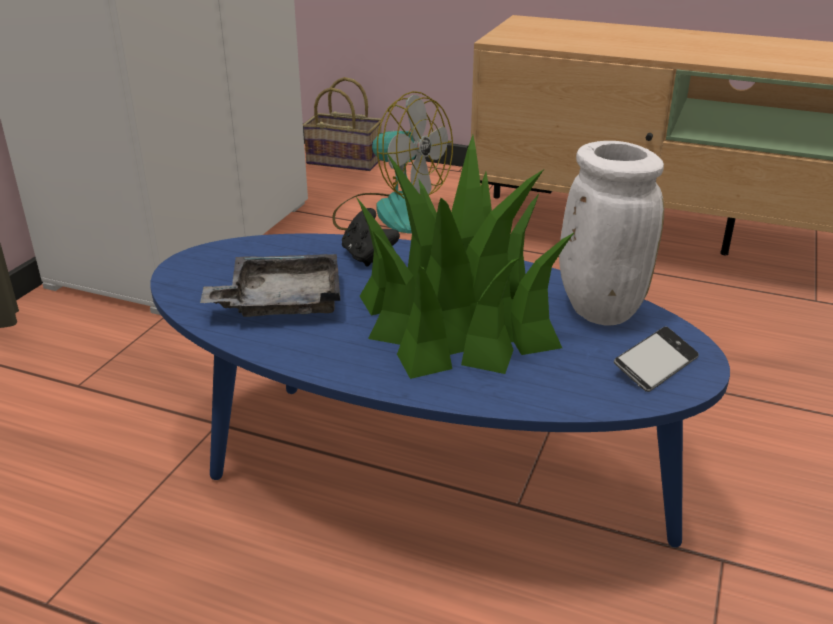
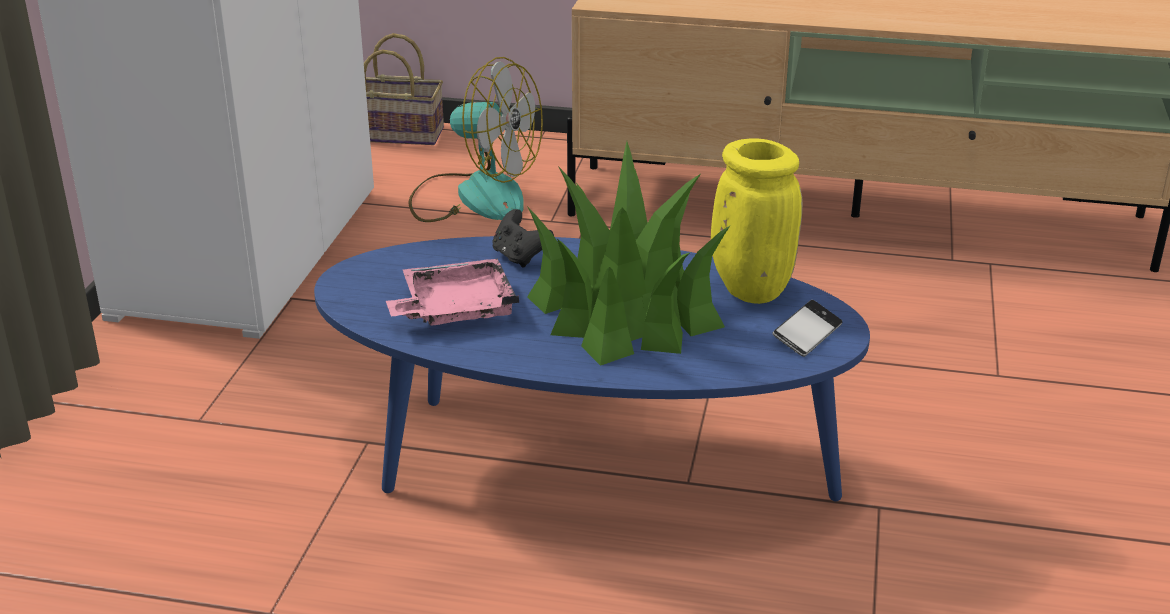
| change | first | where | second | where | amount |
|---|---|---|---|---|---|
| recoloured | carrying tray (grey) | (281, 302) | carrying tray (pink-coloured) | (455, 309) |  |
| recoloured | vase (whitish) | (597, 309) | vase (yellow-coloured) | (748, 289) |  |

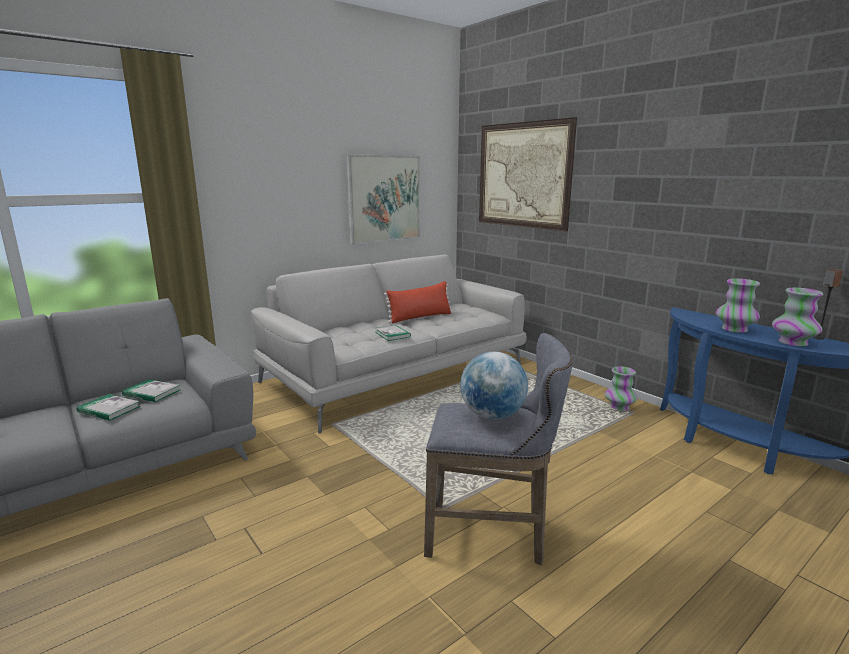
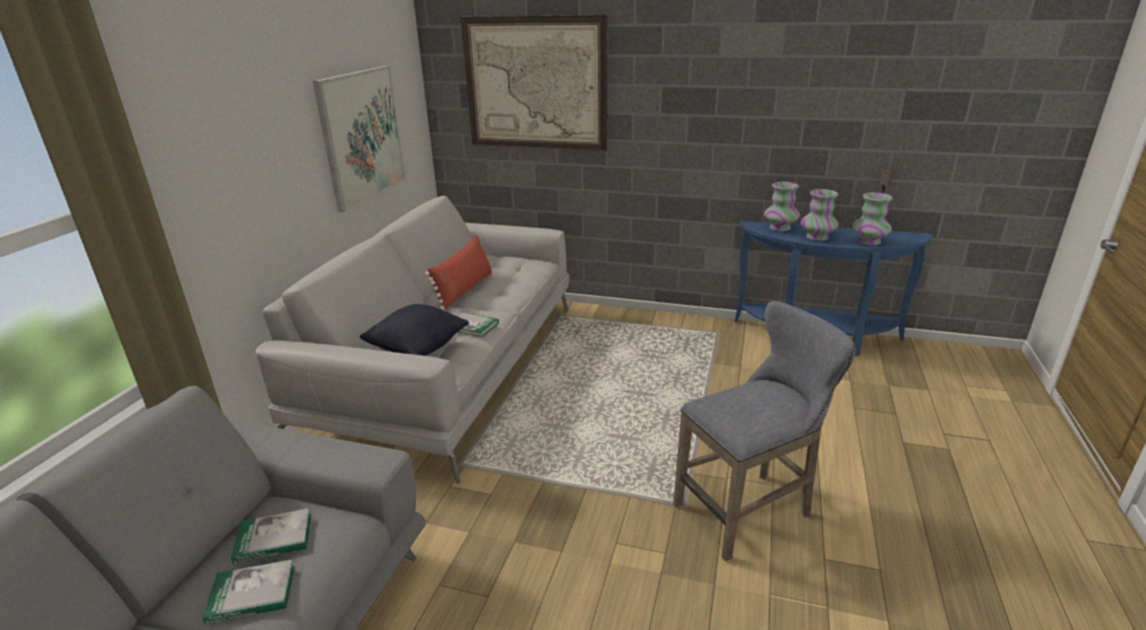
| change | first | where | second | where | amount |
|---|---|---|---|---|---|
| added |  |  | throw pillow (black-coloured) | (418, 348) |  |
| moved | vase | (619, 407) |  | (780, 228) |  |
| removed | globe | (492, 416) |  |  |  |

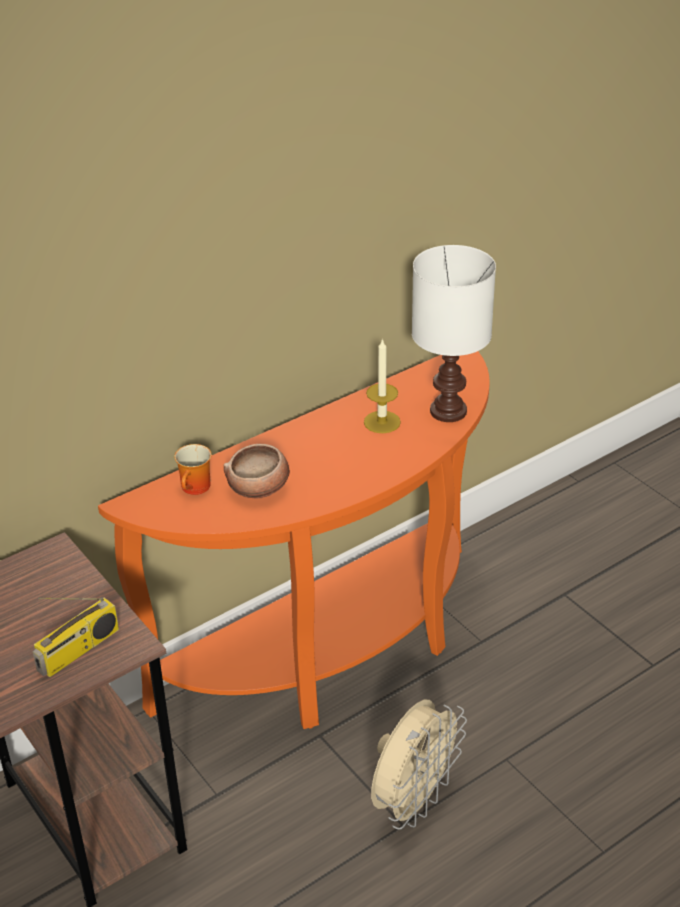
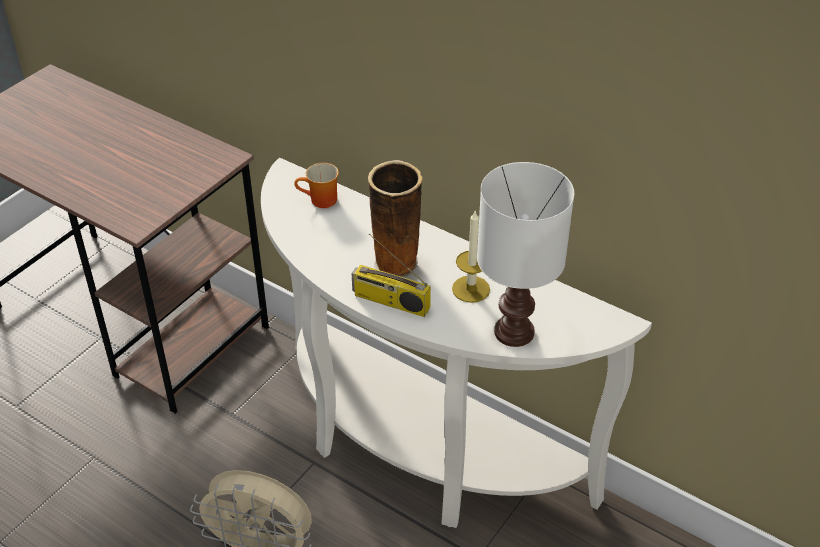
| change | first | where | second | where | amount |
|---|---|---|---|---|---|
| recoloured | hall table (orange) | (338, 653) | hall table (whitish) | (415, 448) |  |
| moved | radio receiver | (78, 651) |  | (390, 302) |  |
| added |  |  | vase | (396, 265) |  |
| removed | serving bowl | (259, 488) |  |  |  |

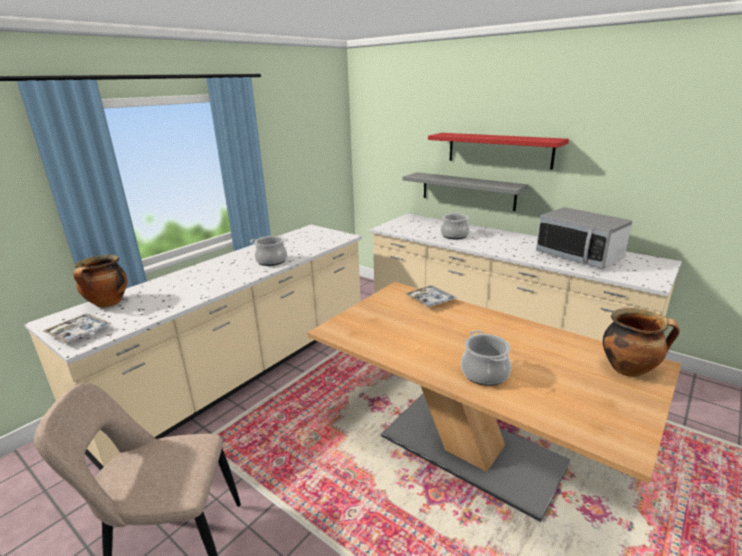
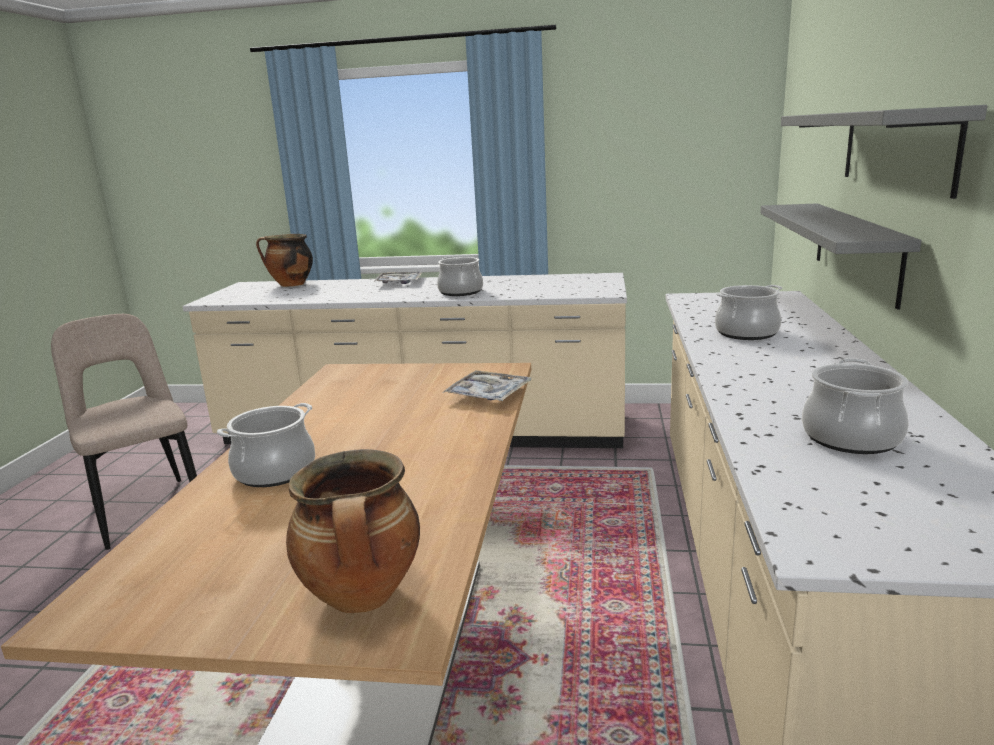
| change | first | where | second | where | amount |
|---|---|---|---|---|---|
| moved | carrying tray | (79, 333) |  | (399, 283) |  |
| recoloured | bracket shelf (red-coloured) | (499, 150) | bracket shelf (grey) | (896, 148) |  |
| replaced | kitchen microwave | (579, 256) | saucepot | (852, 438) |  |

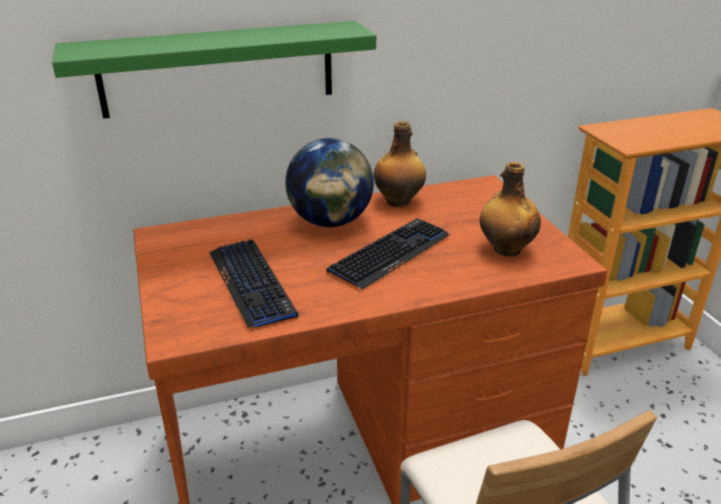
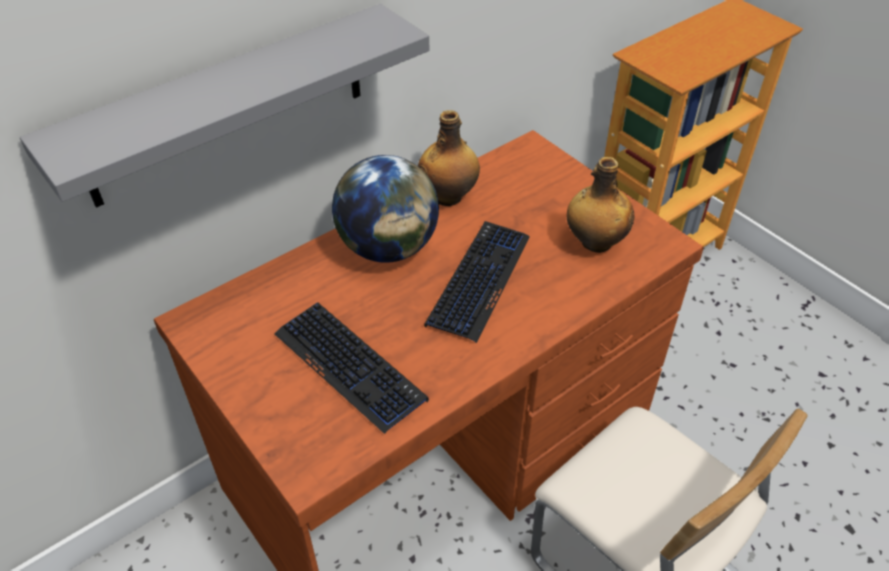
| change | first | where | second | where | amount |
|---|---|---|---|---|---|
| recoloured | bracket shelf (green-coloured) | (218, 69) | bracket shelf (grey) | (228, 106) |  |

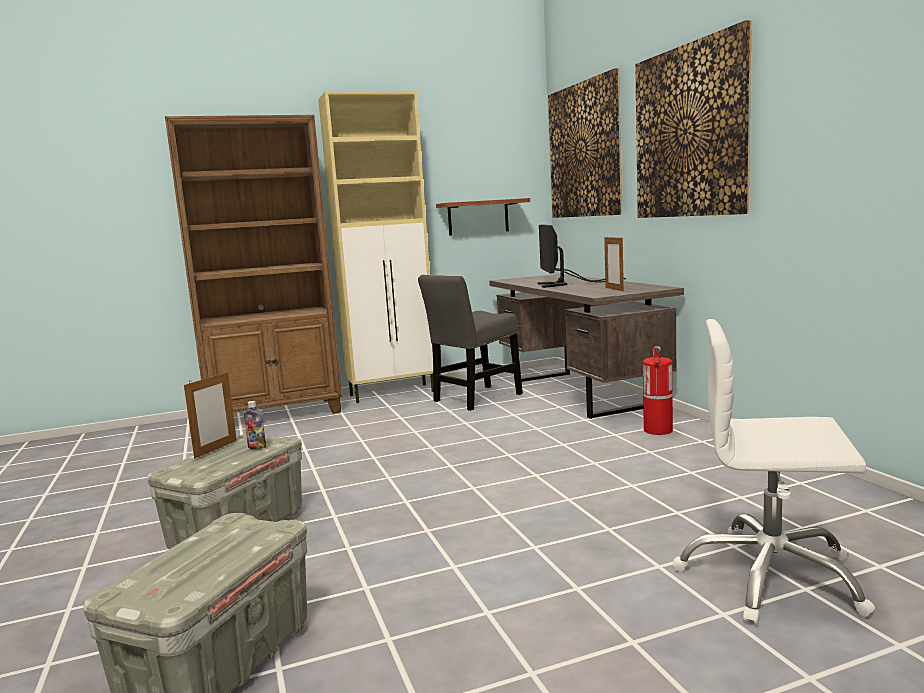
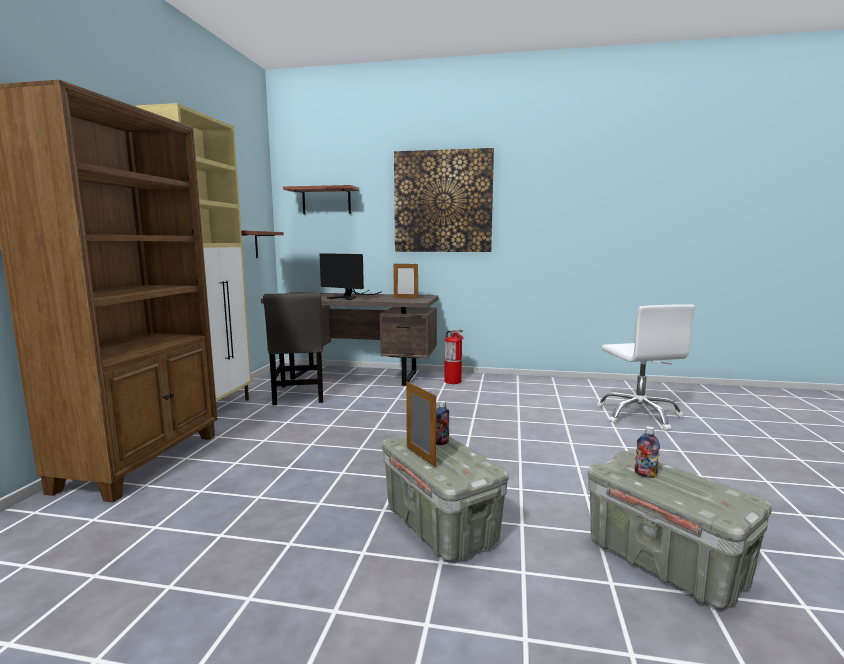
| change | first | where | second | where | amount |
|---|---|---|---|---|---|
| replaced | wall picture | (584, 150) | bracket shelf | (326, 201) |  |
| turned | office chair (whitish) | (770, 578) |  | (639, 415) | 60 degrees counterclockwise |
| added |  |  | beverage bottle | (645, 474) |  |

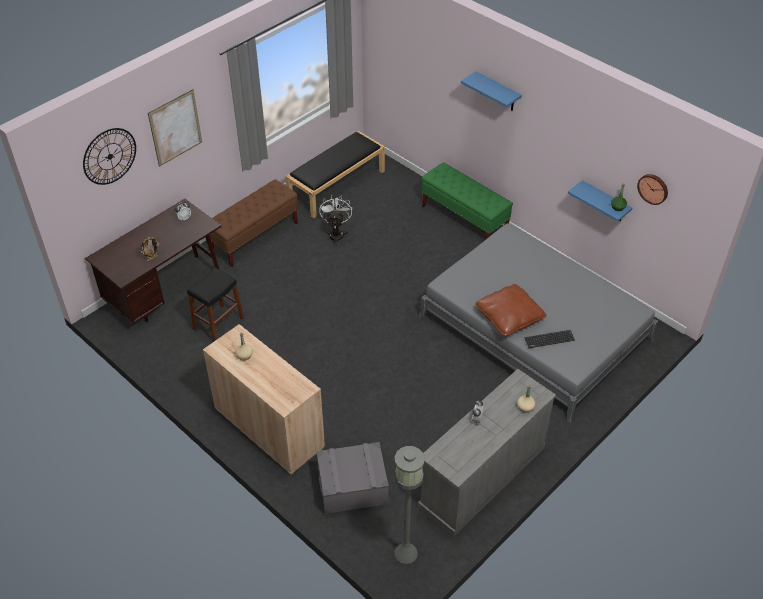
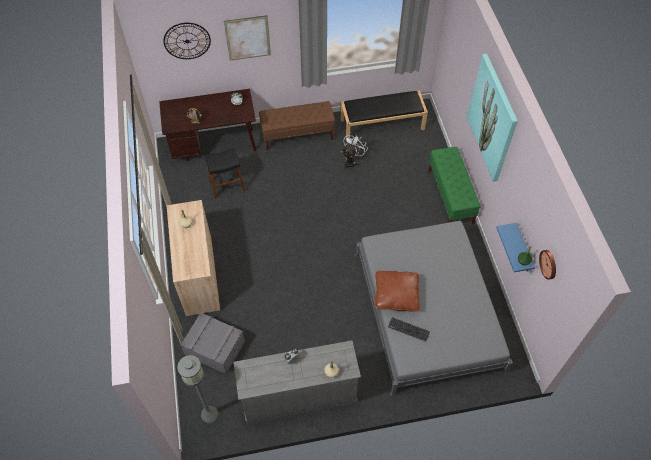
| change | first | where | second | where | amount |
|---|---|---|---|---|---|
| replaced | bracket shelf (blue) | (497, 92) | wall picture | (493, 118) |  |

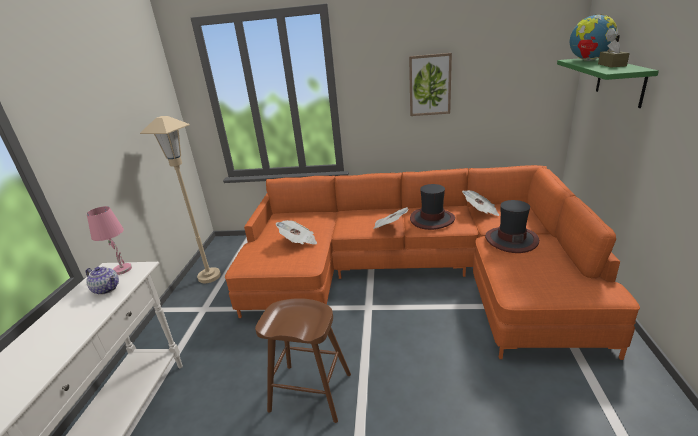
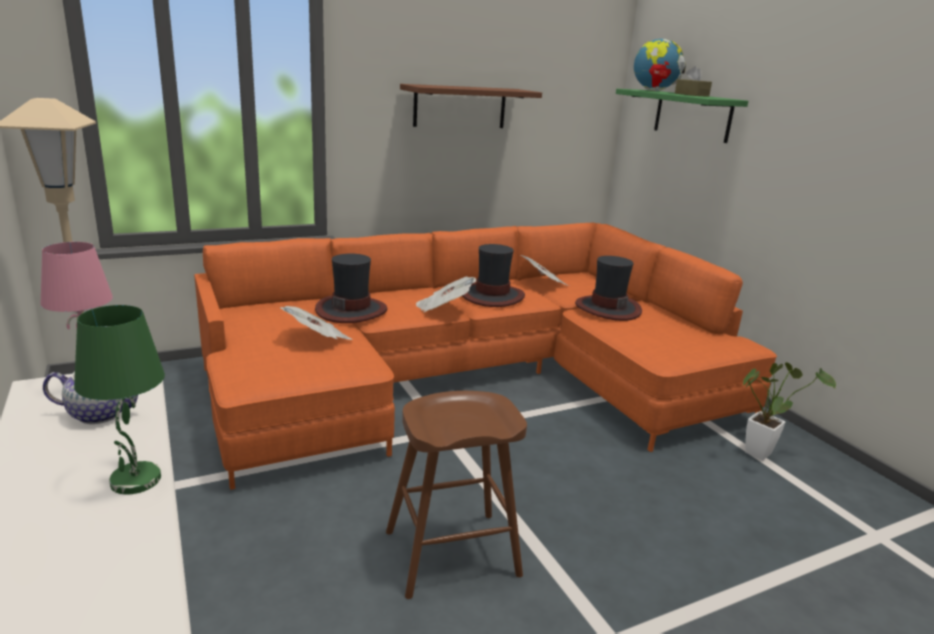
| change | first | where | second | where | amount |
|---|---|---|---|---|---|
| added |  |  | tabletop lamp (green-coloured) | (136, 481) |  |
| added |  |  | clothing hat | (351, 310) |  |
| replaced | wall picture | (430, 85) | bracket shelf (brownish) | (460, 107) |  |
| added |  |  | potted plant | (760, 451) |  |

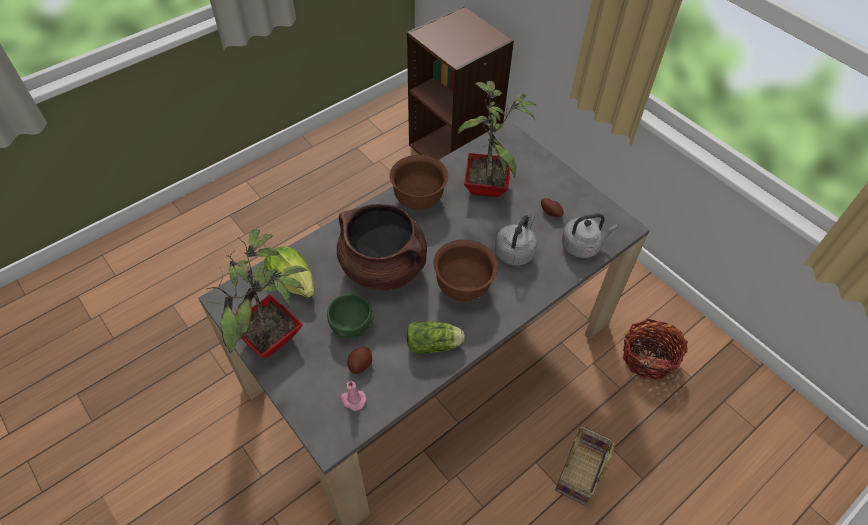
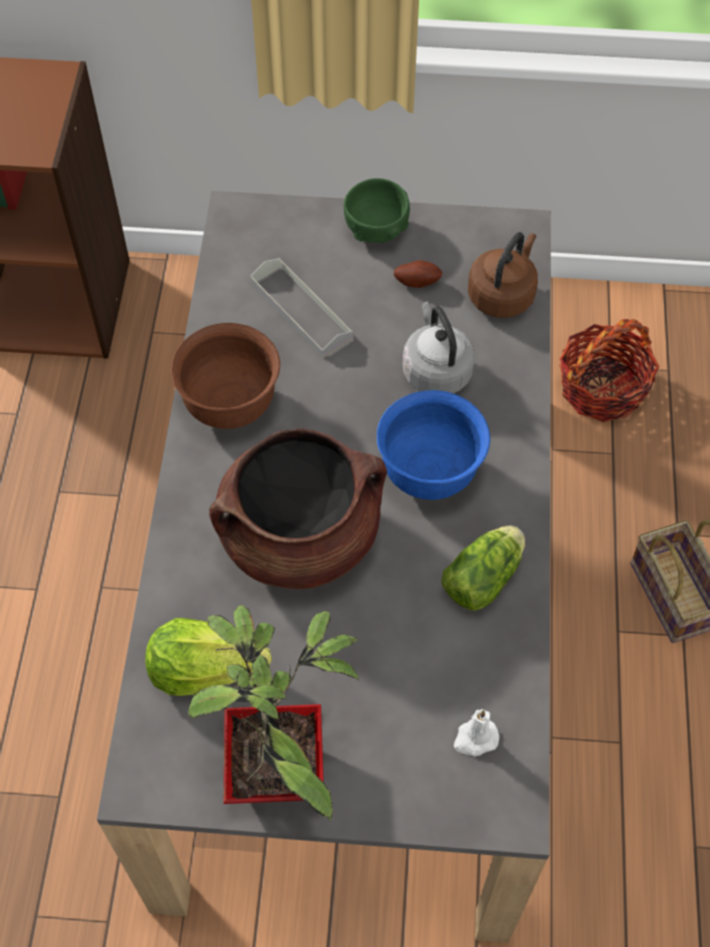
| change | first | where | second | where | amount |
|---|---|---|---|---|---|
| replaced | potted plant | (488, 187) | carrying tray (grey) | (301, 311) |  |
| moved | serving bowl (green-coloured) | (351, 325) |  | (376, 229) |  |
| recoloured | serving bowl (brownish) | (463, 287) | serving bowl (blue) | (430, 472) |  |
| recoloured | wax light (pink-coloured) | (352, 400) | wax light (whitish) | (475, 738) |  |
| recoloured | tea kettle (grey) | (582, 245) | tea kettle (brownish) | (502, 295) |  |
| removed | whole potato | (360, 364) |  |  |  |

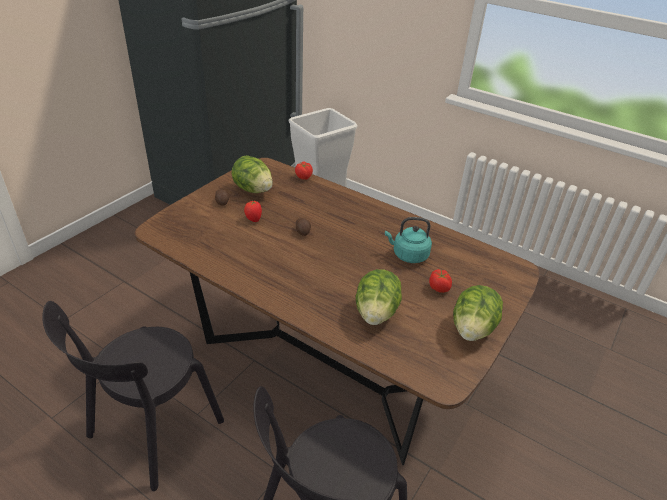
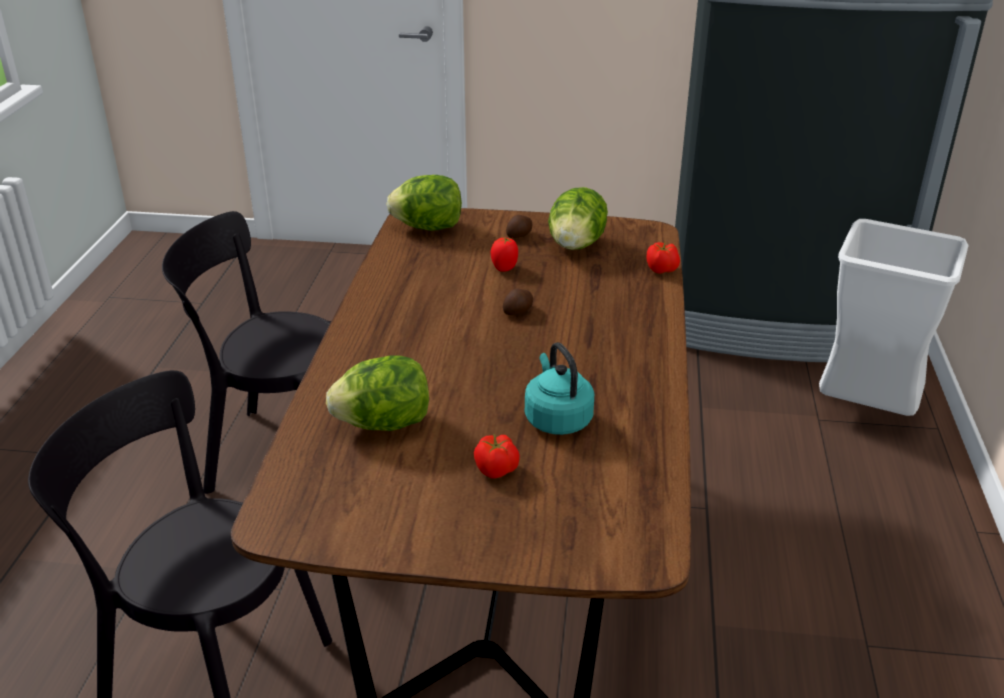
| change | first | where | second | where | amount |
|---|---|---|---|---|---|
| moved | lettuce head | (472, 329) |  | (428, 227) |  |

